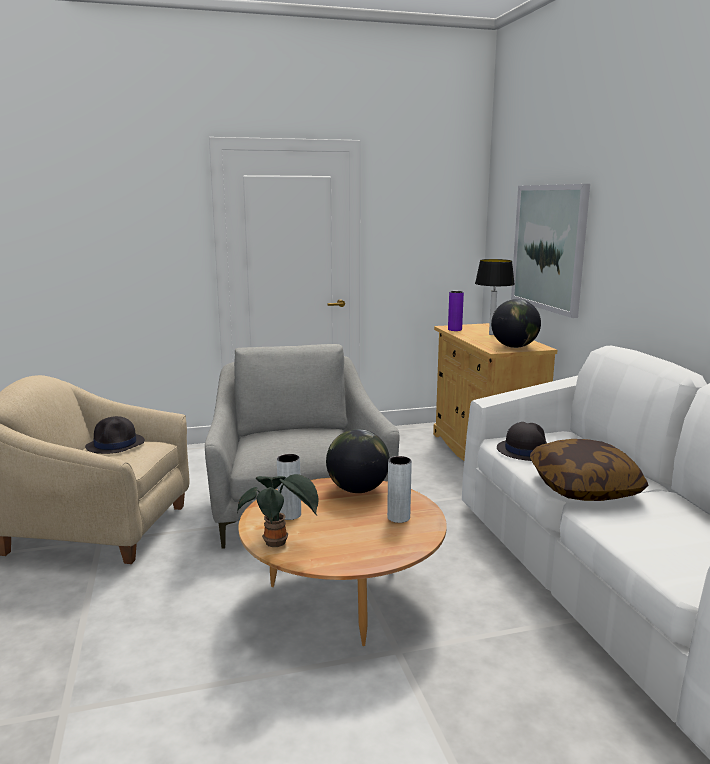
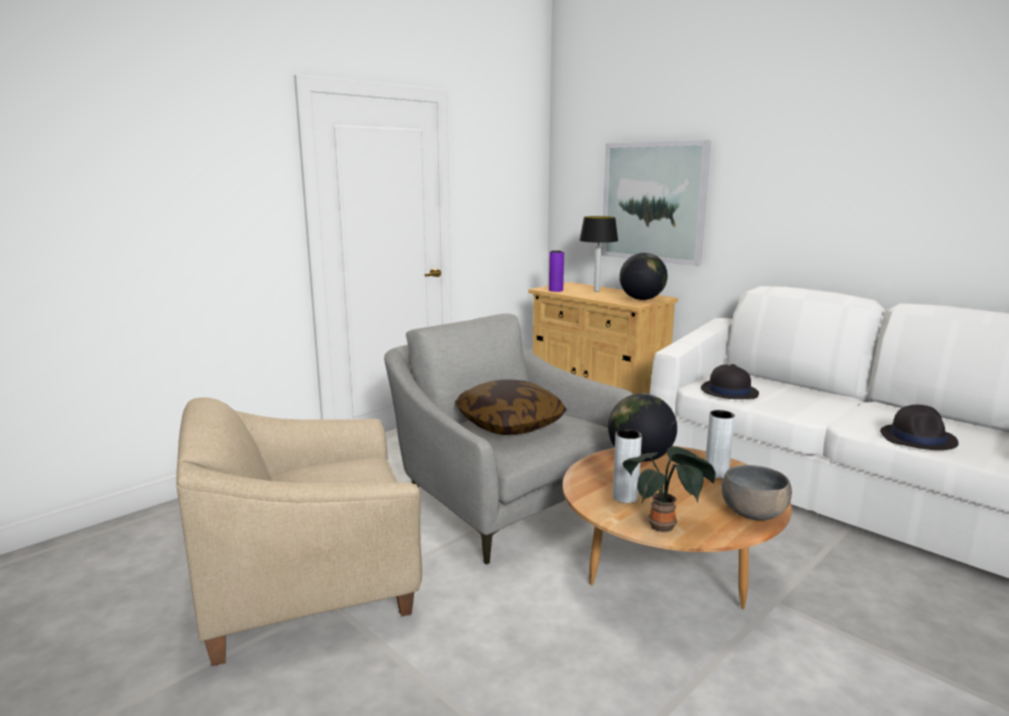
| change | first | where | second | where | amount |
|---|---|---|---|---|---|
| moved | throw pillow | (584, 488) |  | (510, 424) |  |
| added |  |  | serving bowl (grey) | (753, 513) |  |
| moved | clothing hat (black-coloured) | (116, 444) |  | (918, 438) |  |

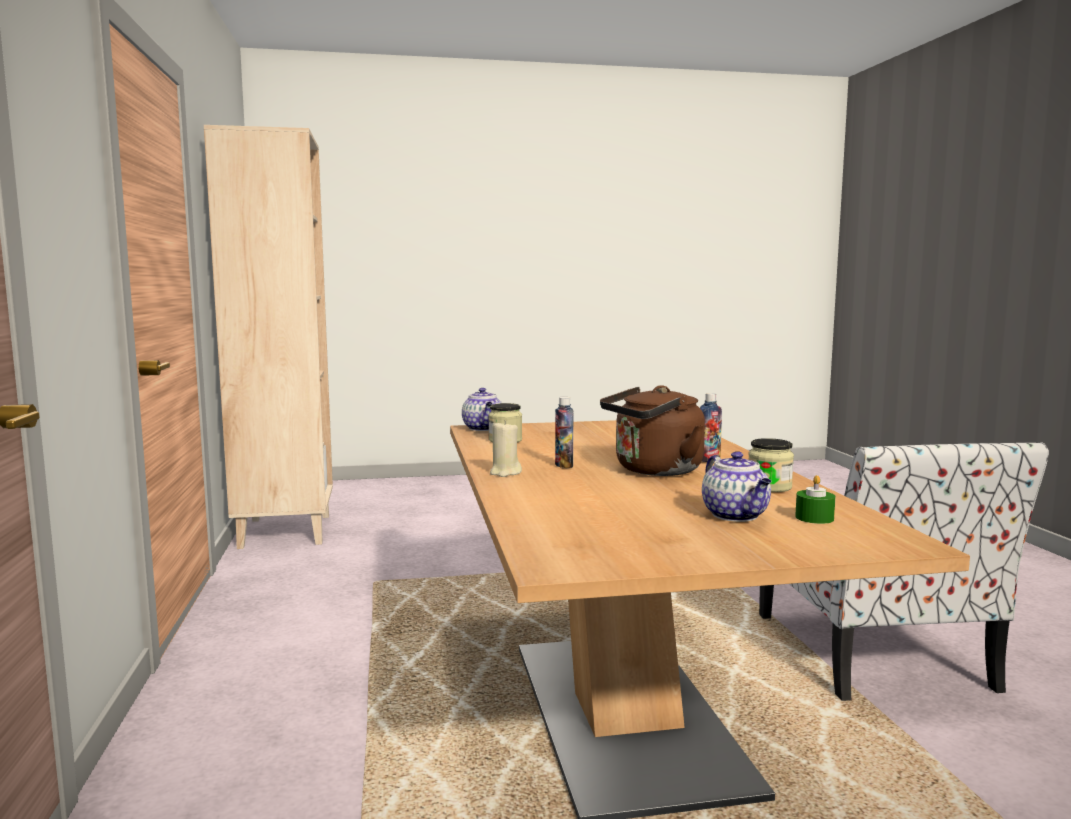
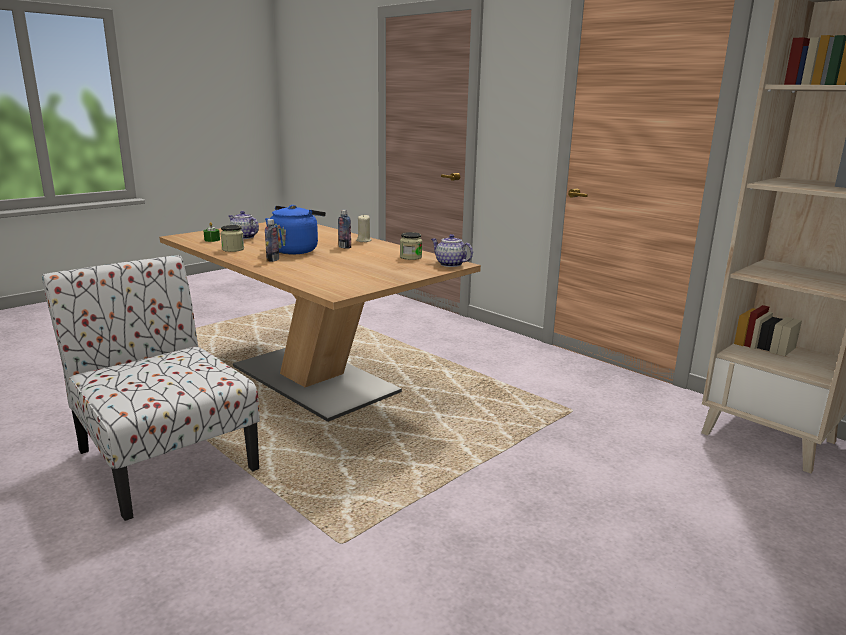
| change | first | where | second | where | amount |
|---|---|---|---|---|---|
| recoloured | tea kettle (brownish) | (654, 471) | tea kettle (blue) | (296, 250) |  |

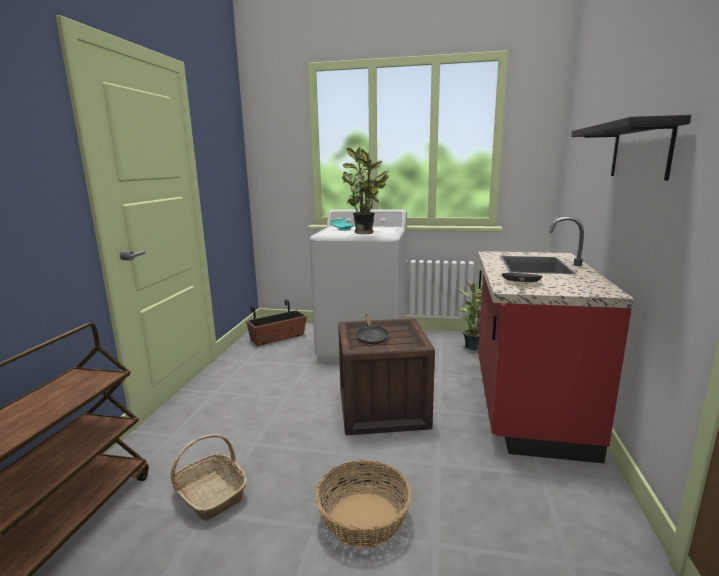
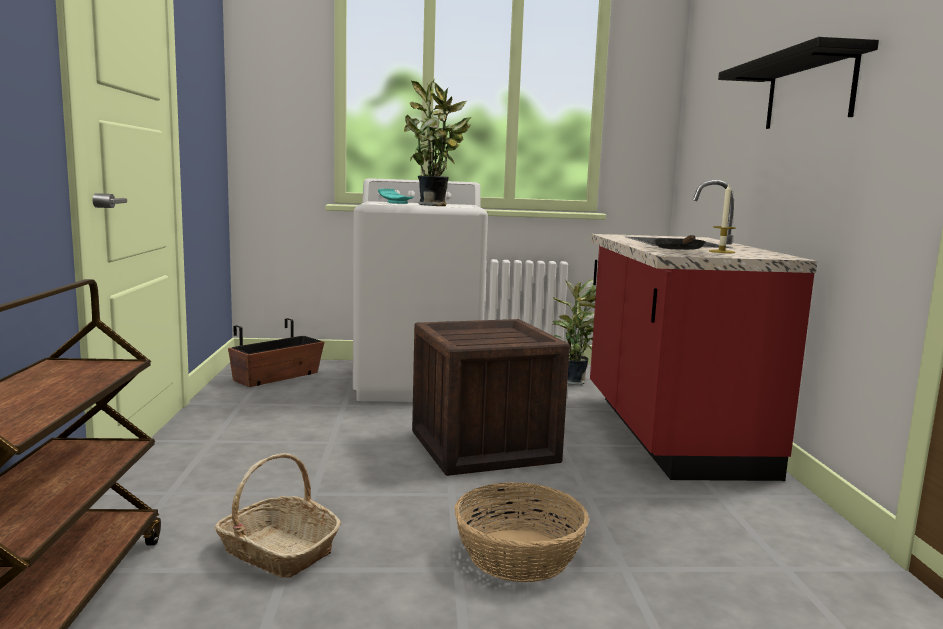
| change | first | where | second | where | amount |
|---|---|---|---|---|---|
| added |  |  | wax light | (721, 251) |  |
| removed | skillet (black-coloured) | (371, 338) |  |  |  |

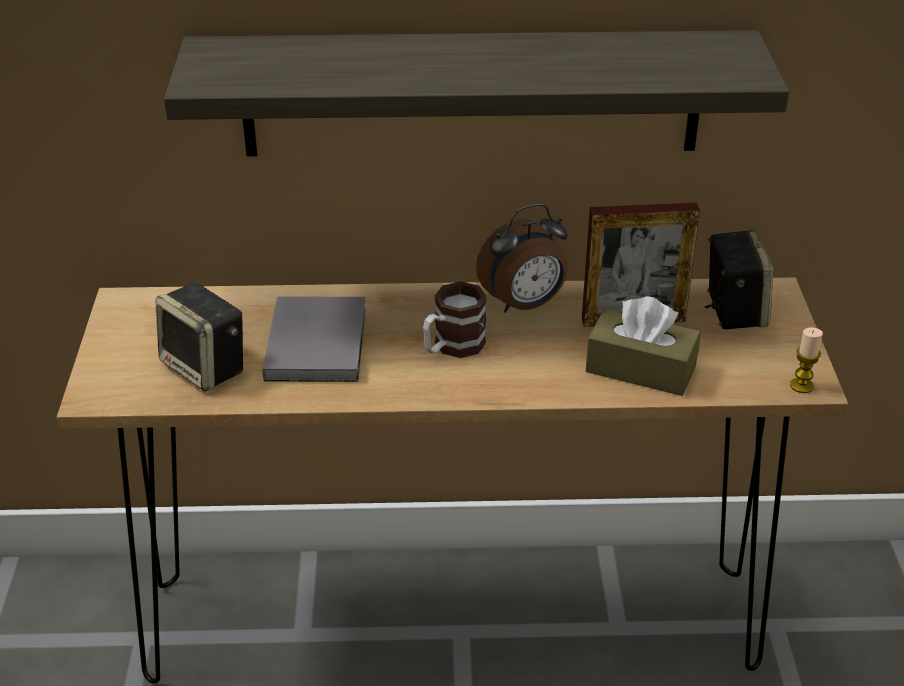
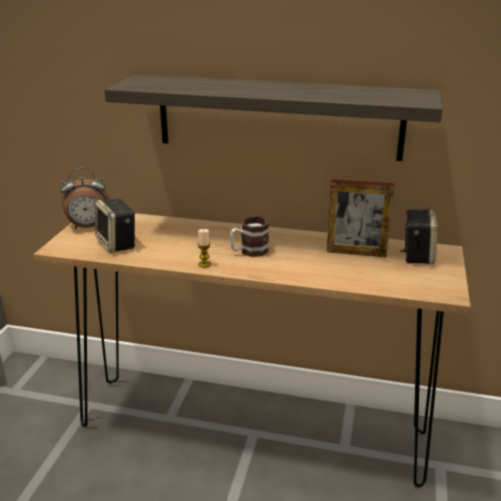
| change | first | where | second | where | amount |
|---|---|---|---|---|---|
| moved | alarm clock | (524, 305) |  | (88, 227) |  |
| moved | wax light | (801, 386) |  | (204, 264) |  |
| removed | bound book (grey) | (319, 341) |  |  |  |
| removed | box of tissues (brownish) | (640, 369) |  |  |  |

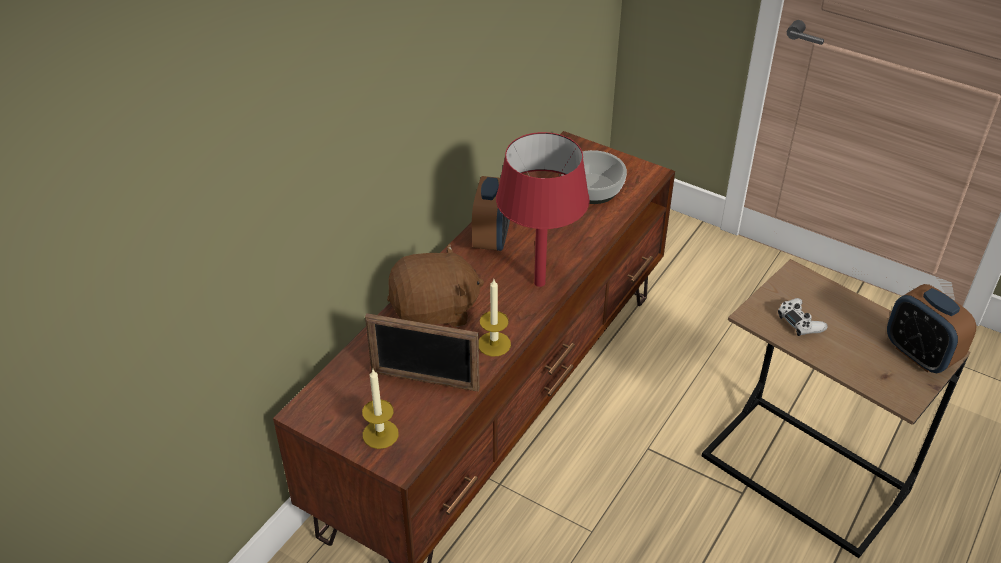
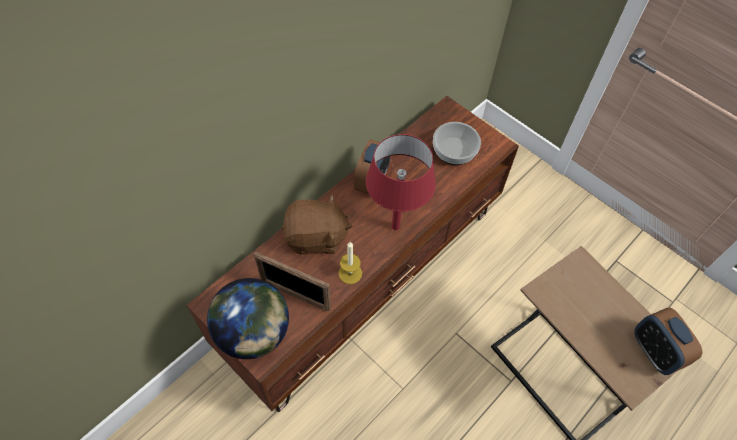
| change | first | where | second | where | amount |
|---|---|---|---|---|---|
| replaced | wax light | (380, 434) | globe | (254, 333) |  |
| removed | game controller (whitish) | (800, 322) |  |  |  |

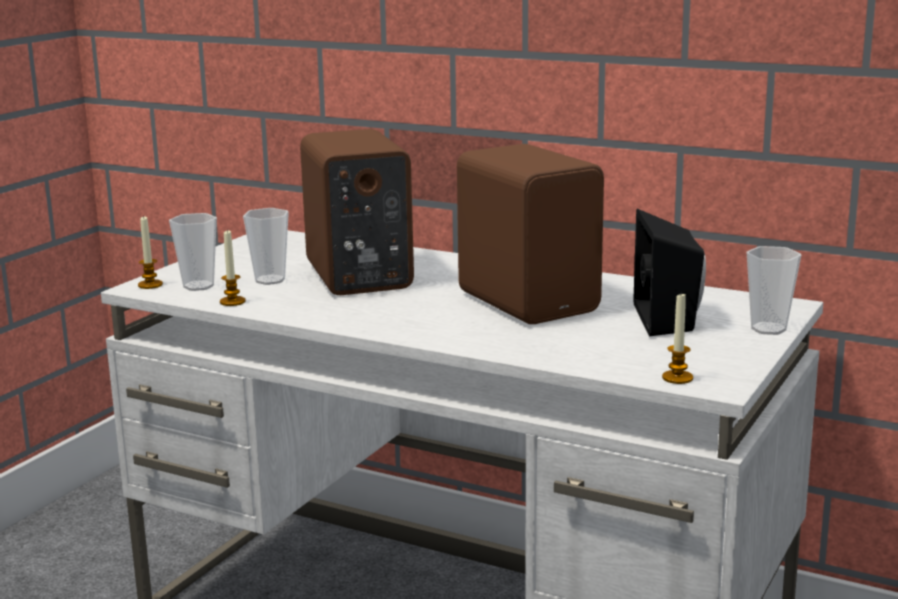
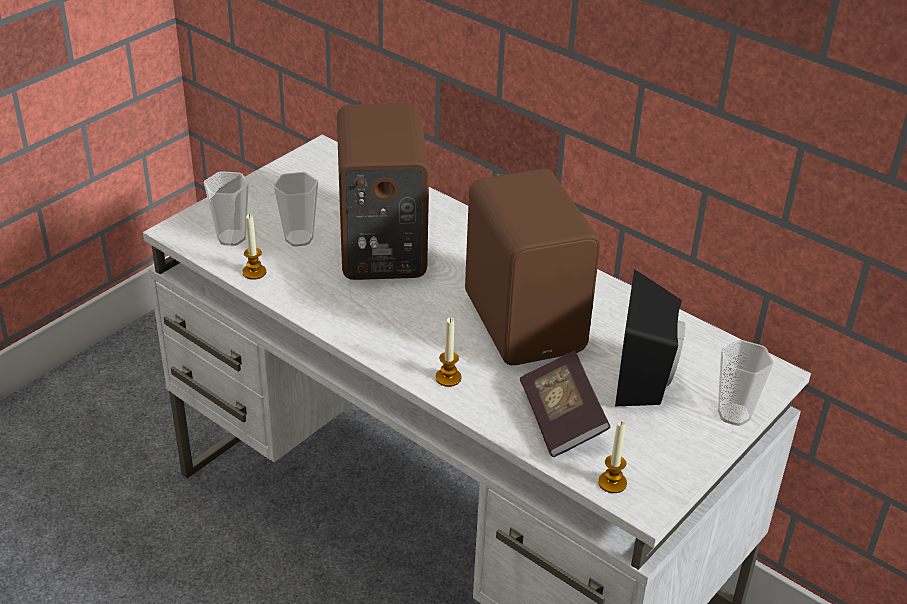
| change | first | where | second | where | amount |
|---|---|---|---|---|---|
| moved | wax light | (150, 285) |  | (448, 378) |  |
| added |  |  | bound book | (561, 419) |  |

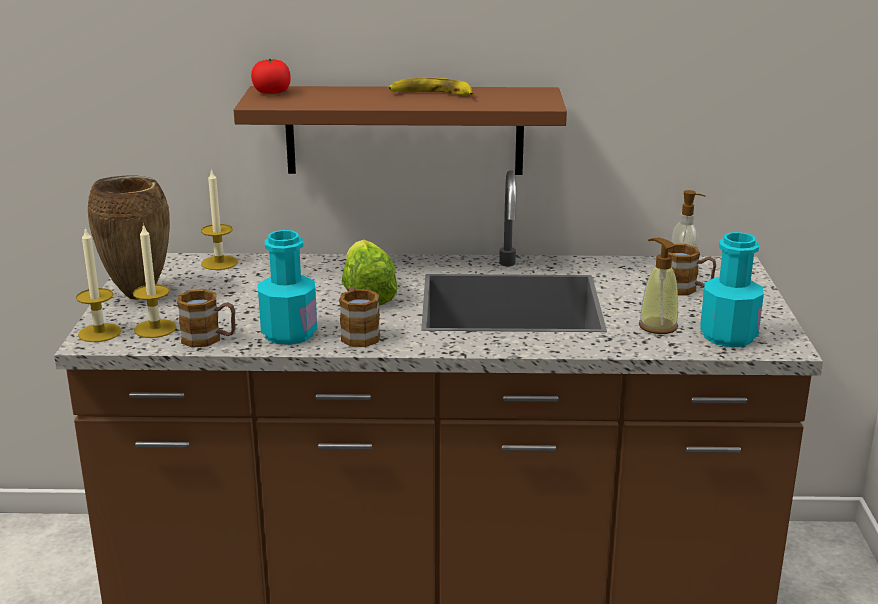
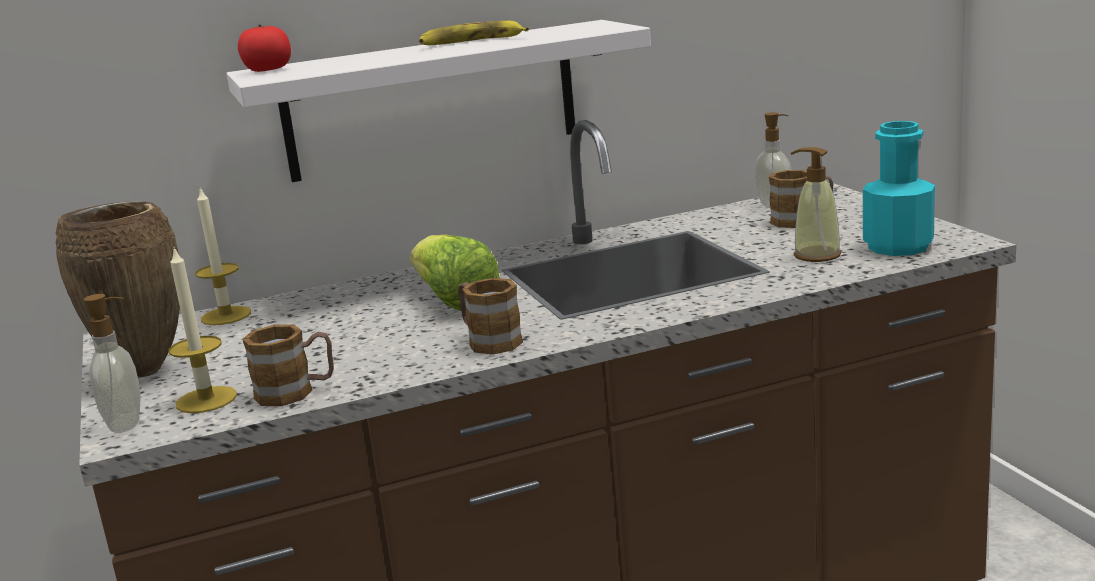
| change | first | where | second | where | amount |
|---|---|---|---|---|---|
| replaced | wax light | (99, 333) | soap dispenser | (127, 423) |  |
| recoloured | bracket shelf (brownish) | (404, 130) | bracket shelf (whitish) | (431, 101) |  |
| removed | beverage bottle (turquoise-coloured) | (289, 333) |  |  |  |

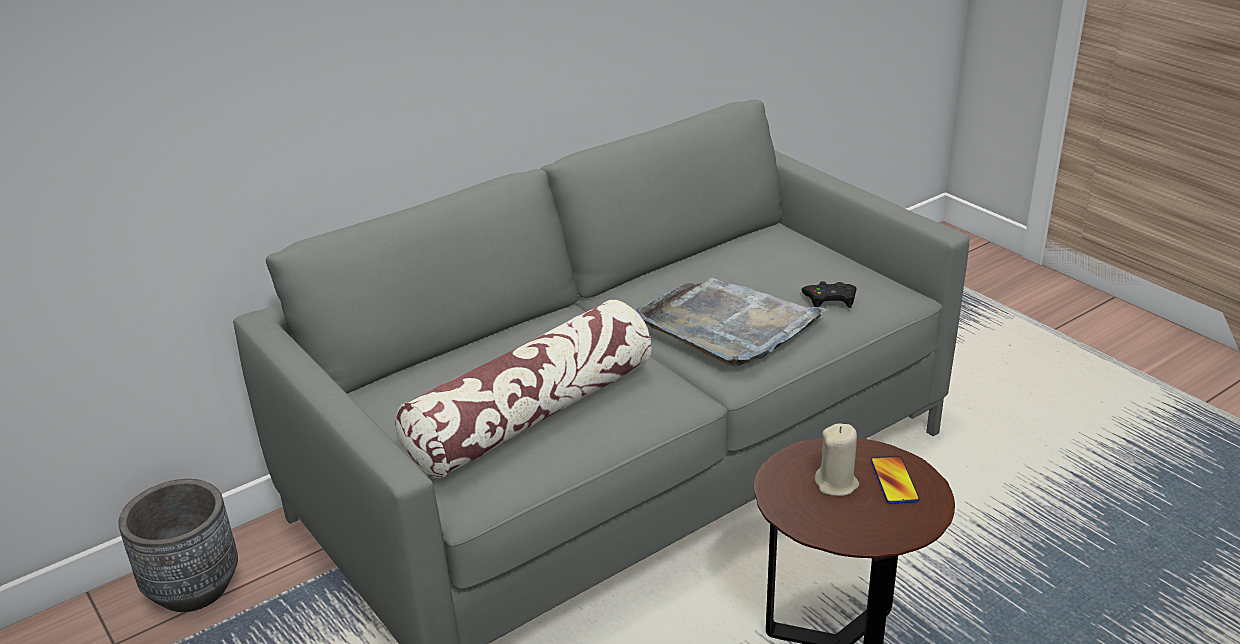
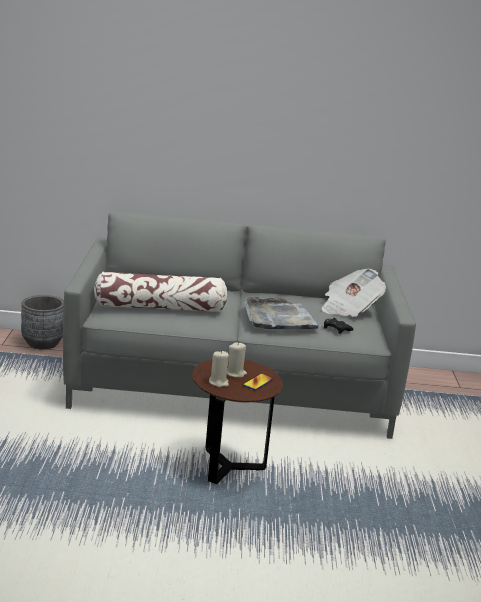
| change | first | where | second | where | amount |
|---|---|---|---|---|---|
| added |  |  | wax light (sand-coloured) | (218, 382) |  |
| added |  |  | daily paper | (349, 308) |  |

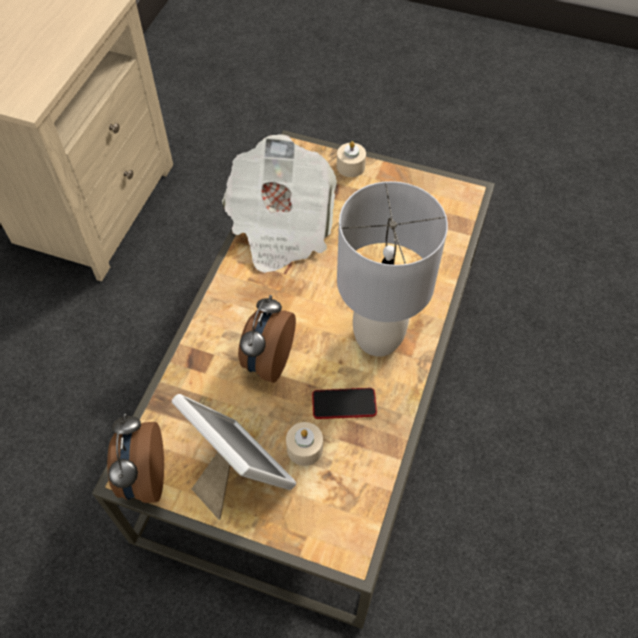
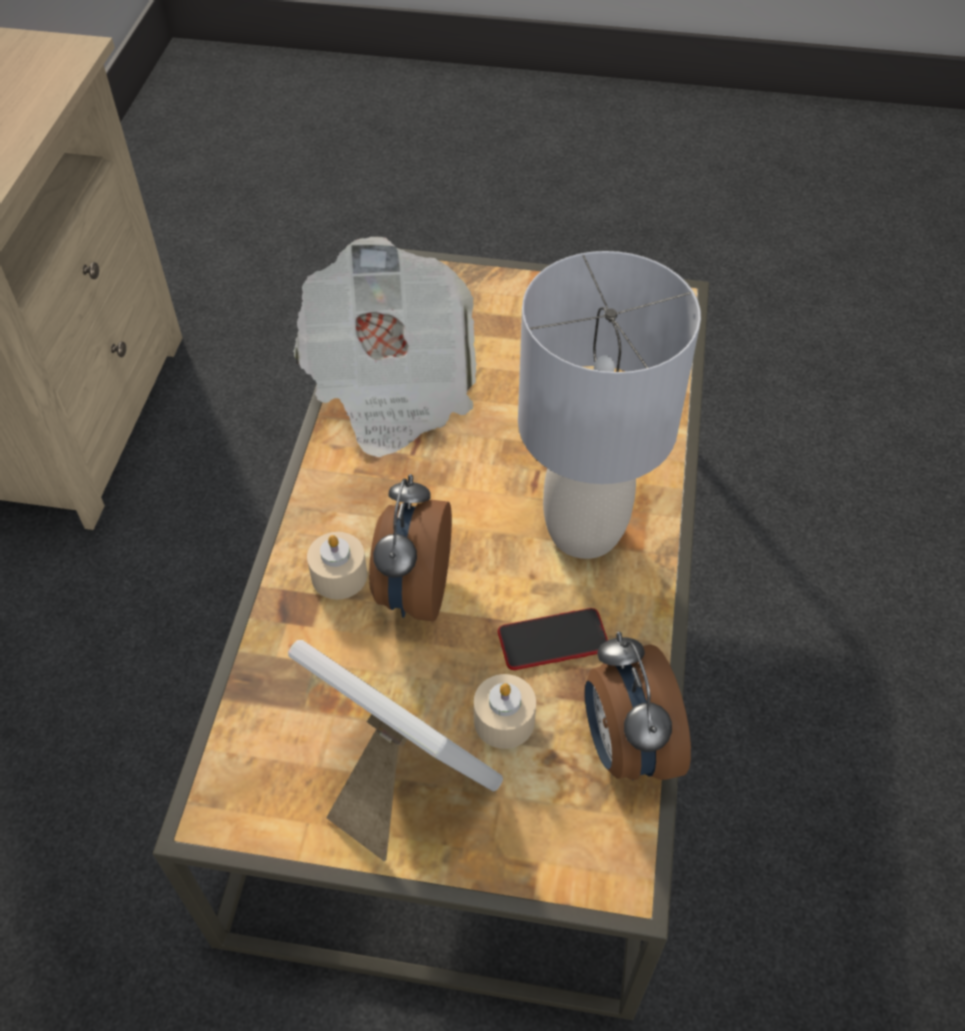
| change | first | where | second | where | amount |
|---|---|---|---|---|---|
| moved | wax light (sand-coloured) | (350, 166) |  | (339, 576) |  |
| moved | alarm clock | (143, 477) |  | (625, 747) |  |

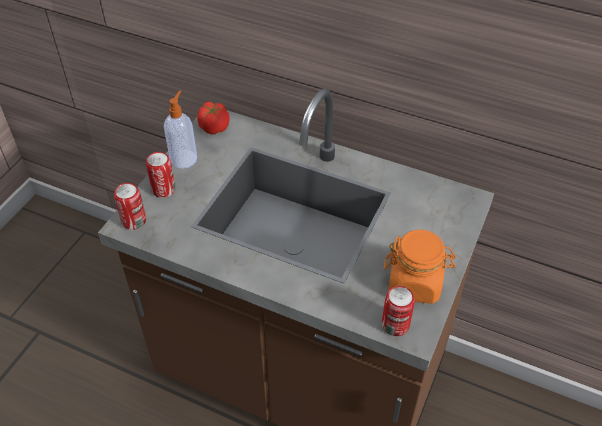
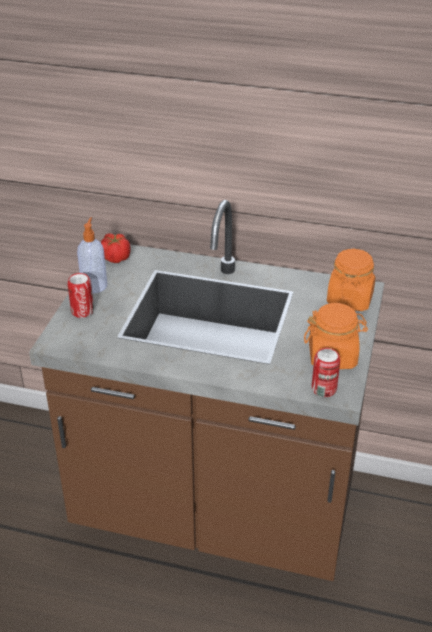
| change | first | where | second | where | amount |
|---|---|---|---|---|---|
| added |  |  | preserve jar (orange) | (349, 299) |  |
| removed | can | (134, 221) |  |  |  |

